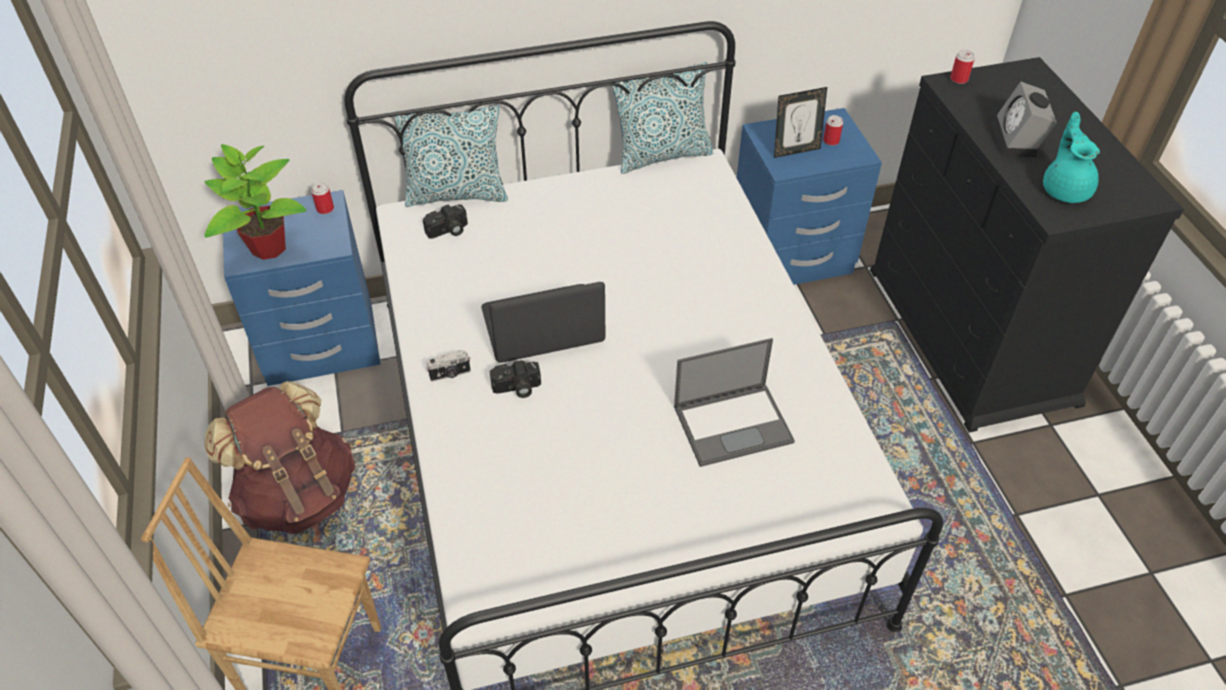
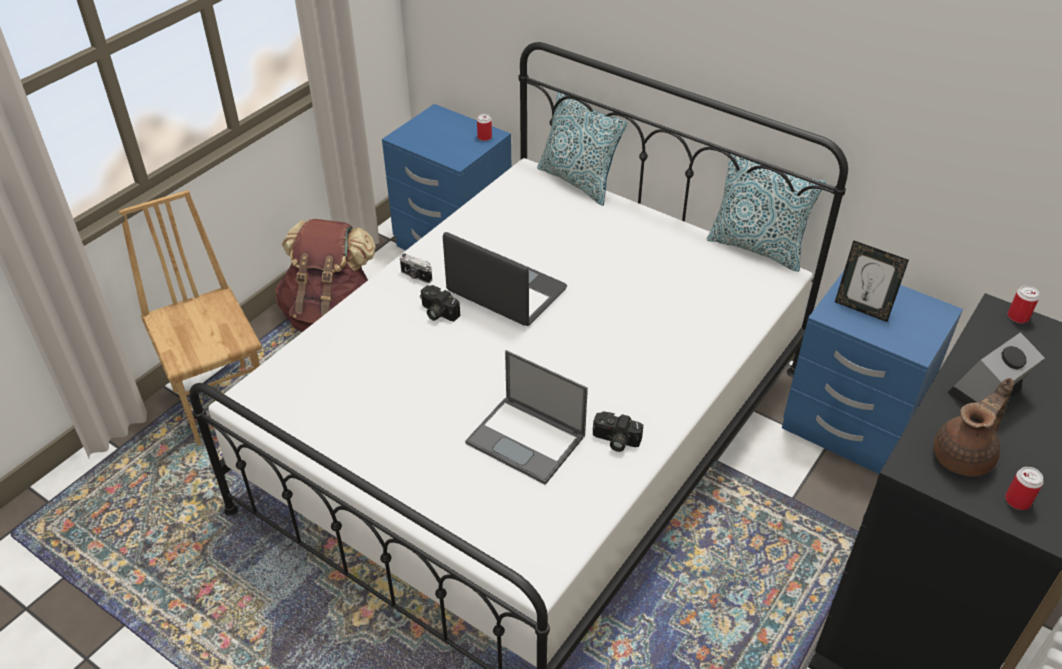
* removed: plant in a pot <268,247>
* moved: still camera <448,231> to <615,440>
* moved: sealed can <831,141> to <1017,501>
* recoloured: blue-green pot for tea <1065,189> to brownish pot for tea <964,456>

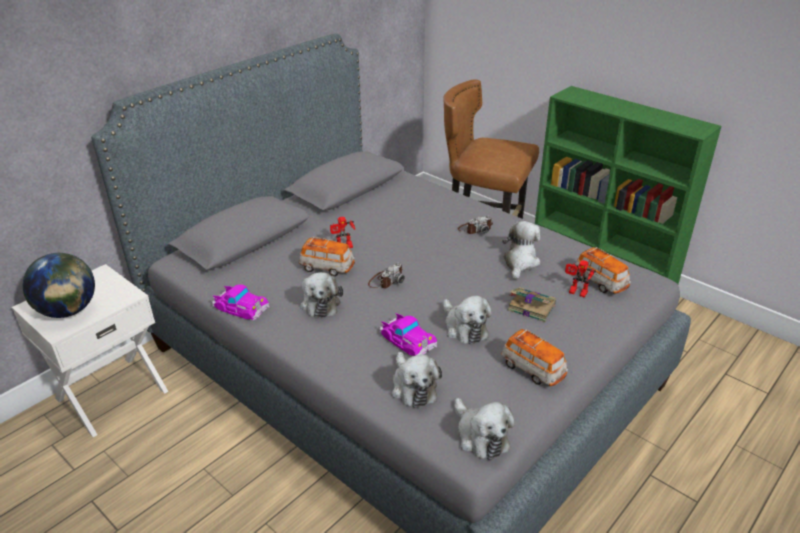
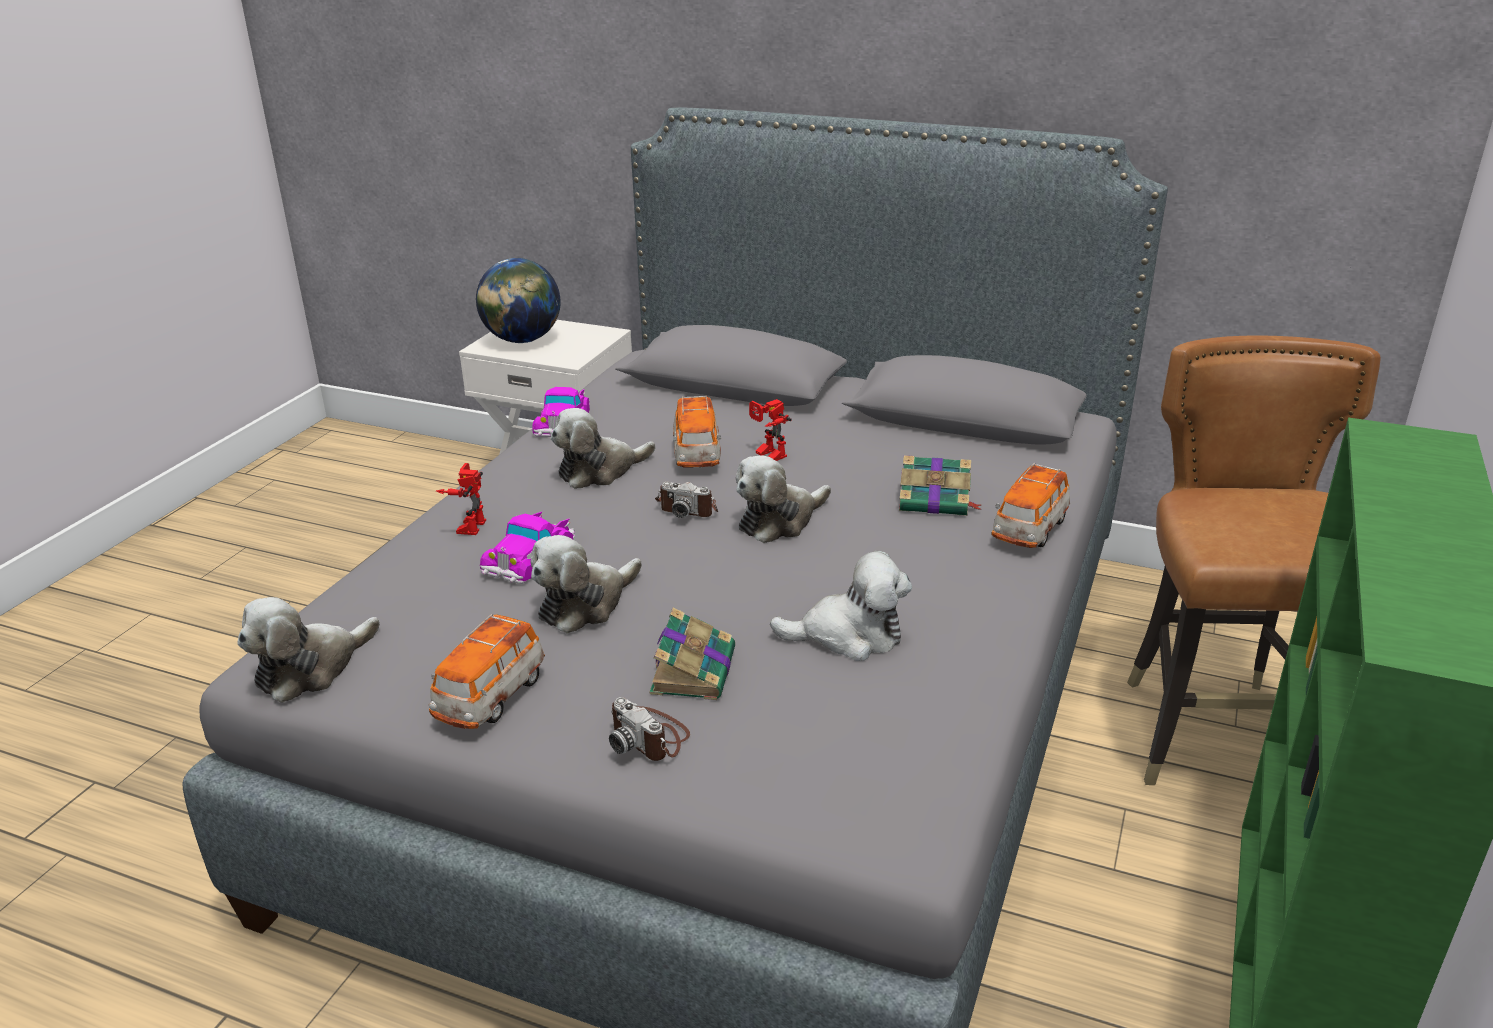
* added: volume <936,501>
* moved: cuddly toy <413,387> to <779,521>
* moved: still camera <475,229> to <650,737>
* moved: model robot <576,293> to <468,525>
* moved: miniature car <600,282> to <1029,530>

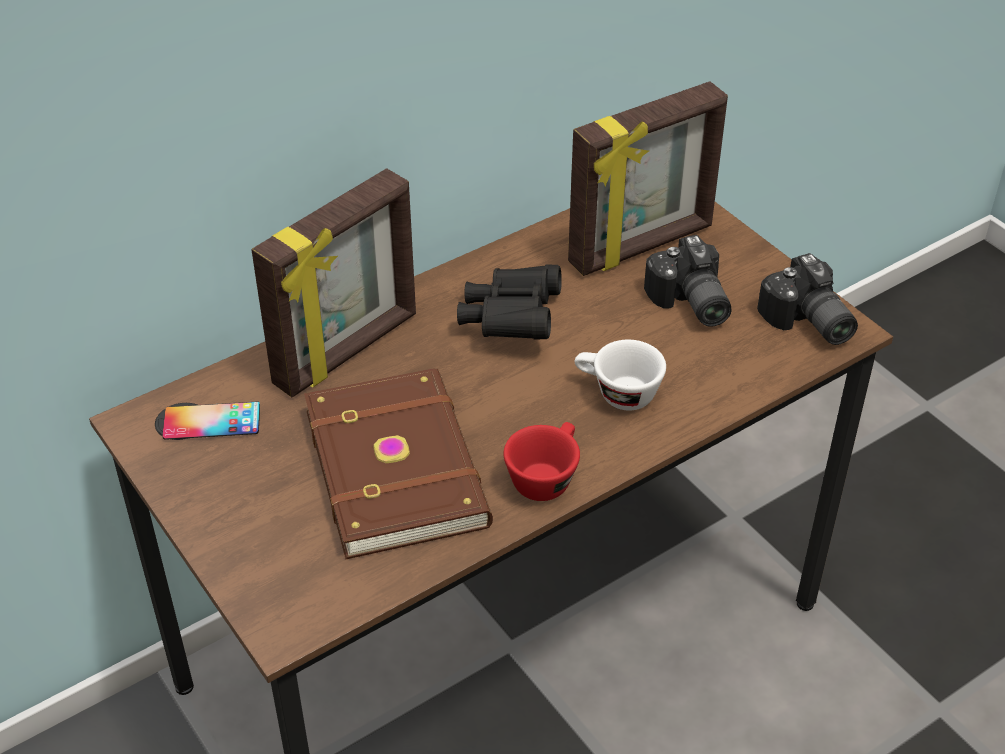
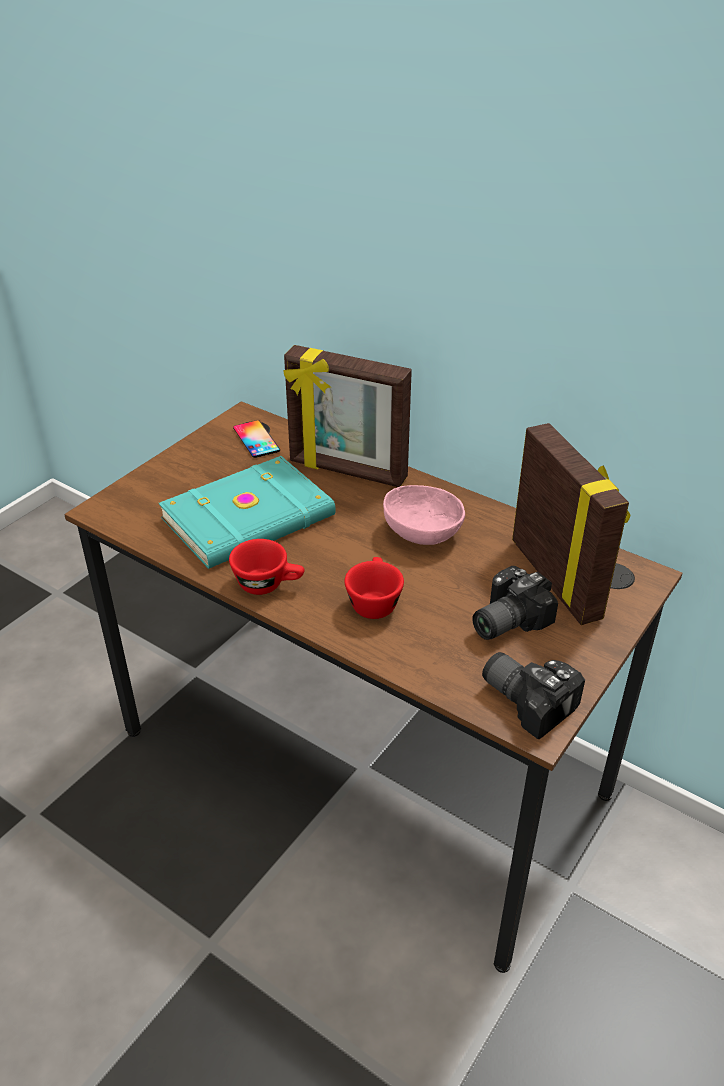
* replaced: black-coloured field glasses <511,320> to pinkish bowl <422,532>
* recoloured: brownish volume <399,466> to blue-green volume <250,518>
* recoloured: white cup <617,393> to reddish cup <373,601>
* turned: picture frame <642,246> = <557,578> 150 degrees counterclockwise
* turned: still camera <807,323> = <529,698> 90 degrees clockwise

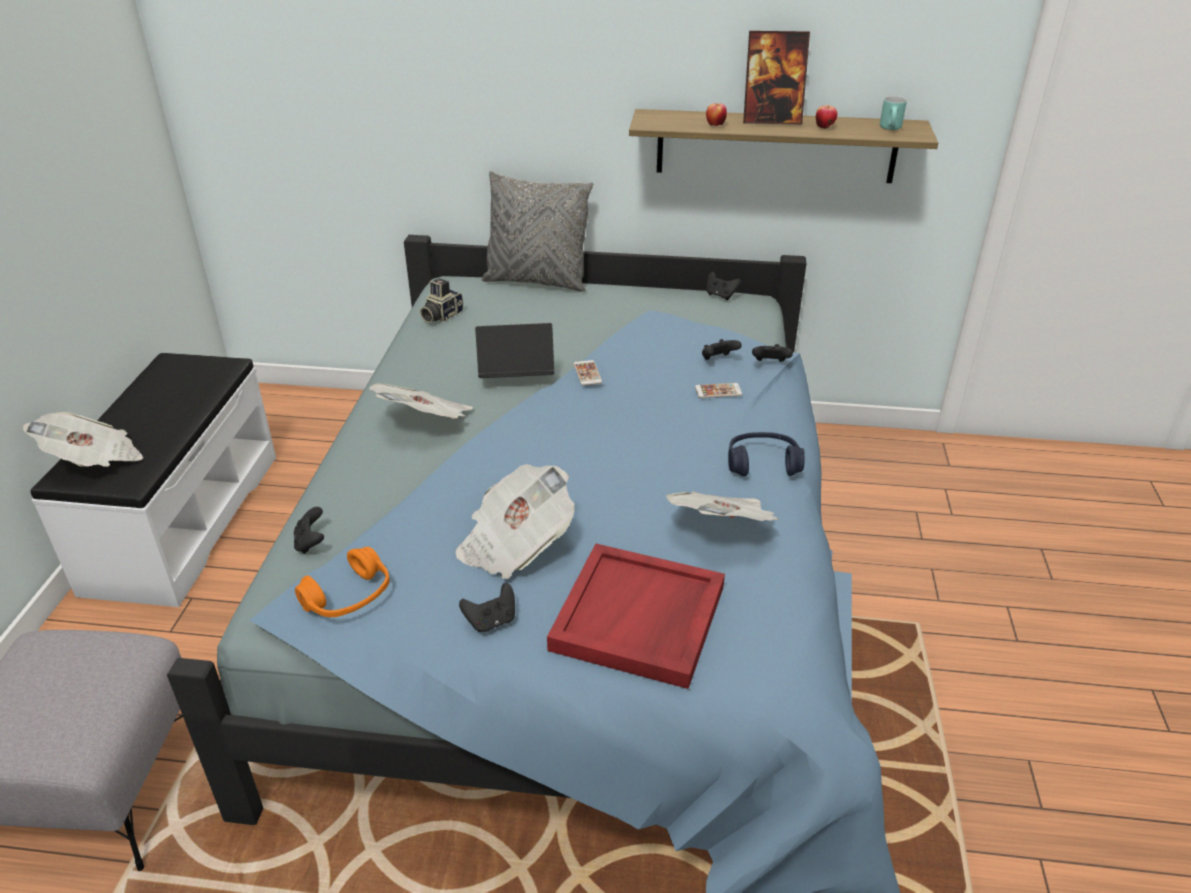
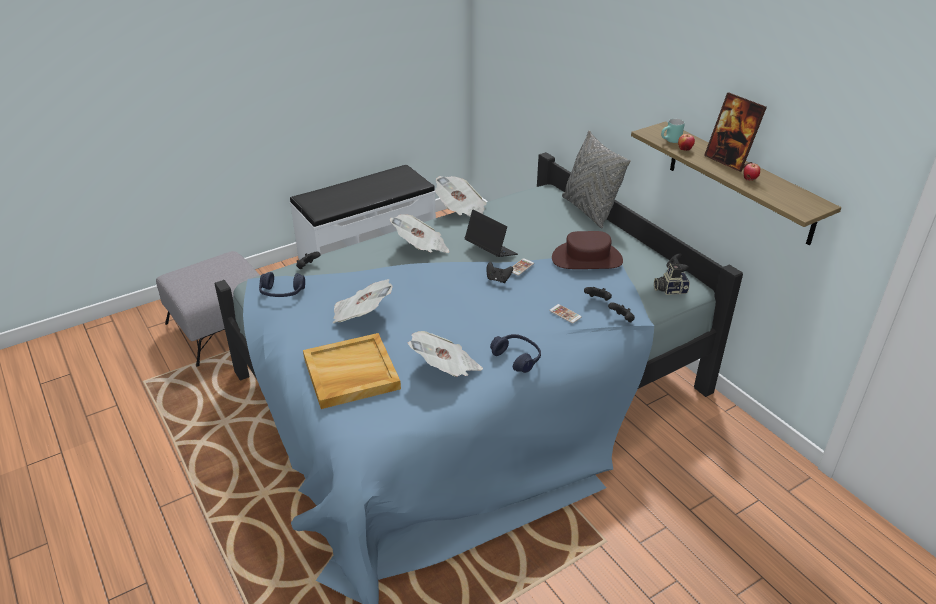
* added: brownish clothing hat <587,259>
* moved: printed paper <94,460> to <461,210>
* moved: still camera <441,315> to <669,289>
* moved: black-coloured gamepad <491,621> to <498,279>
* moved: blue-green tea mug <892,129> to <671,141>
* recoloured: orange-coloured headphones <349,597> to bluish headphones <282,292>
* recoloured: reddish serving tray <639,619> to beige serving tray <350,374>

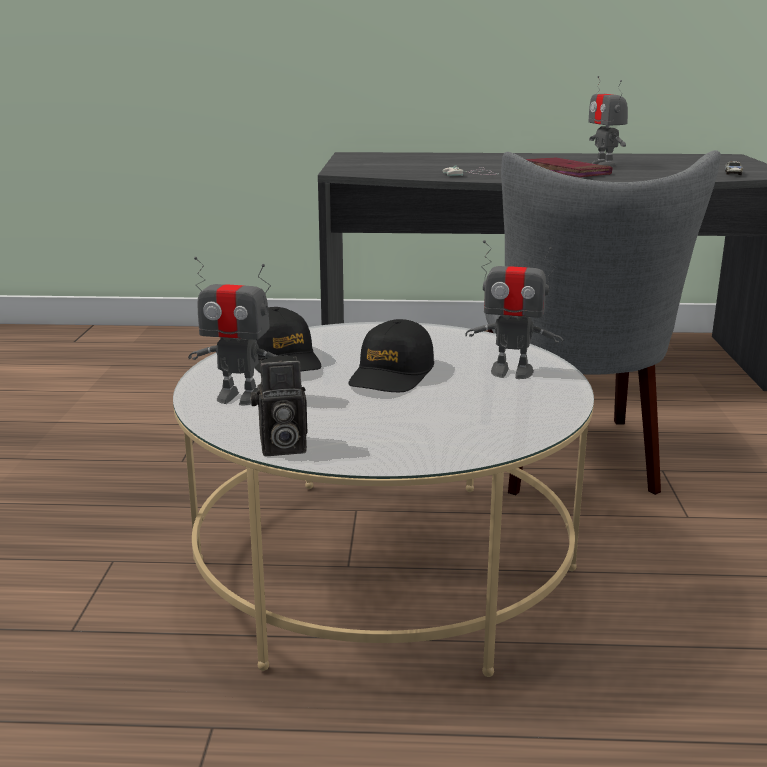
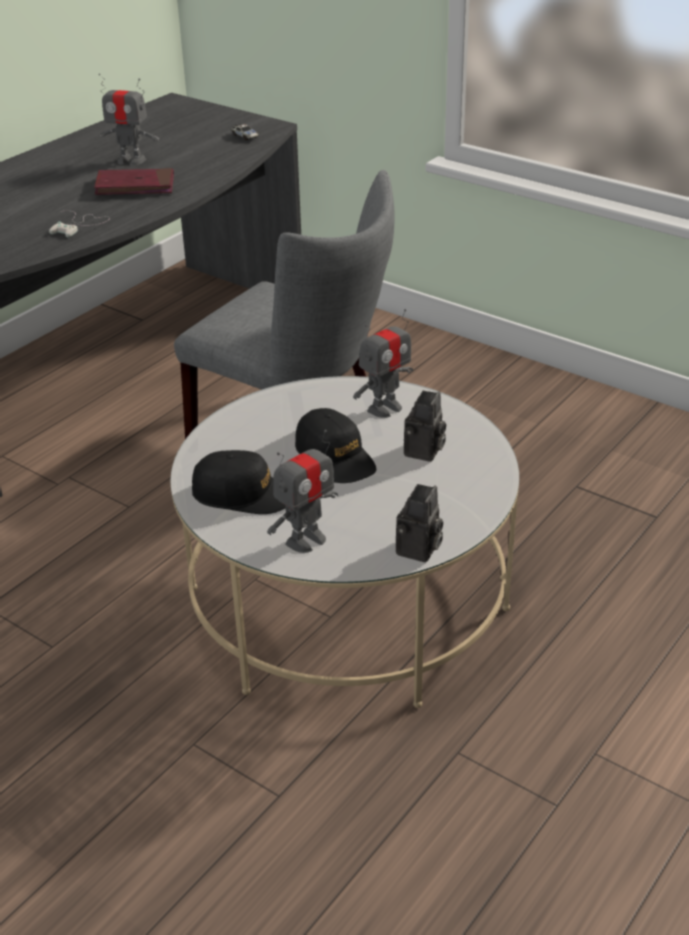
* added: still camera <424,452>

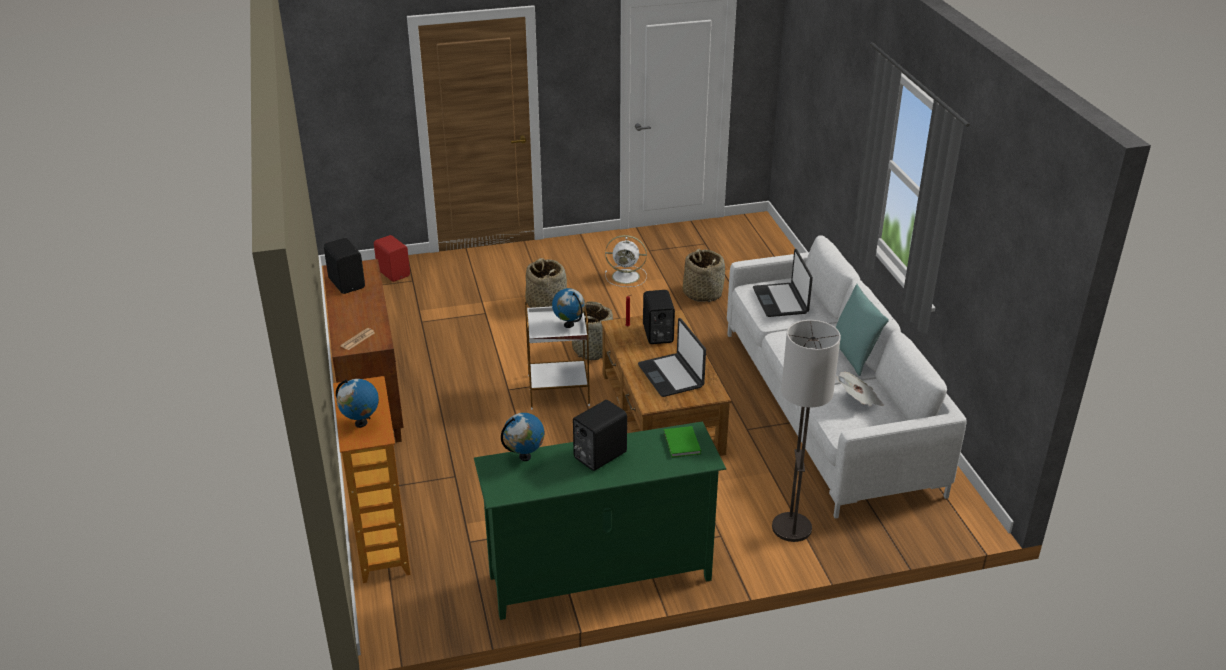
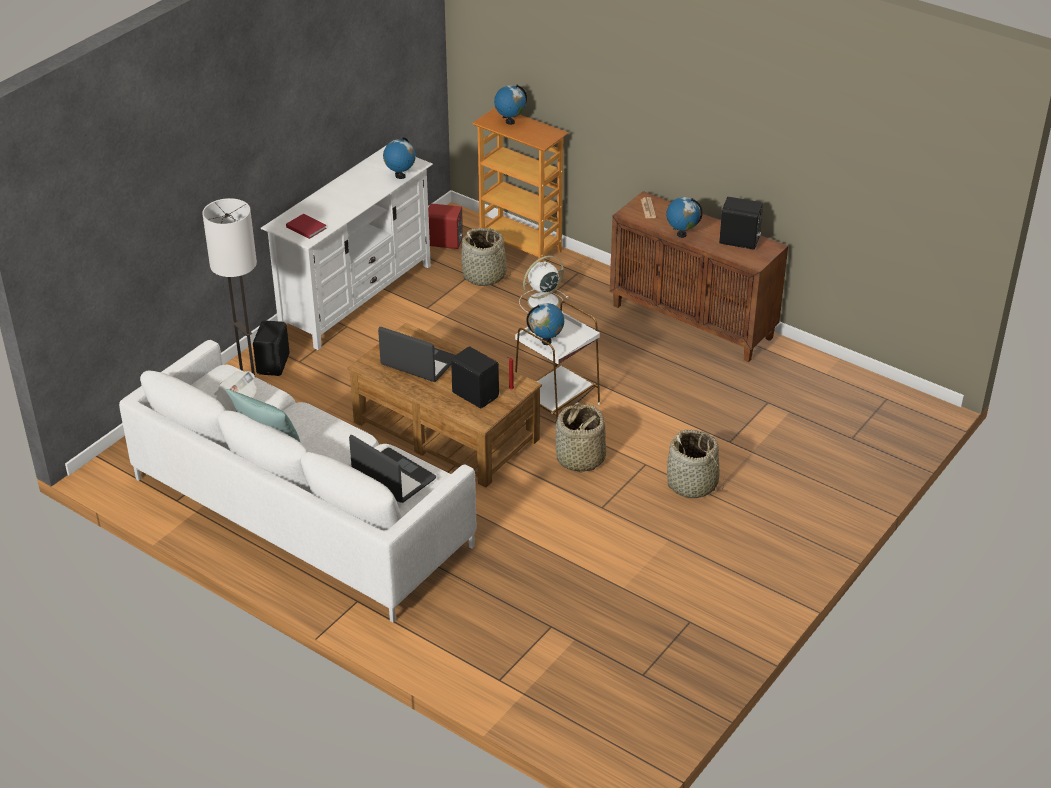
* added: world globe <681,234>
* moved: reddish speaker <394,272> to <445,243>
* moved: black-coloured speaker <598,455> to <274,364>
* moved: white cooling fan <627,276> to <542,302>
* moved: storage basket <702,293> to <484,276>
* recoloured: greenish tv stand <599,578> to white tv stand <356,297>
* recoloured: greenish volume <681,444> to reddish volume <306,227>

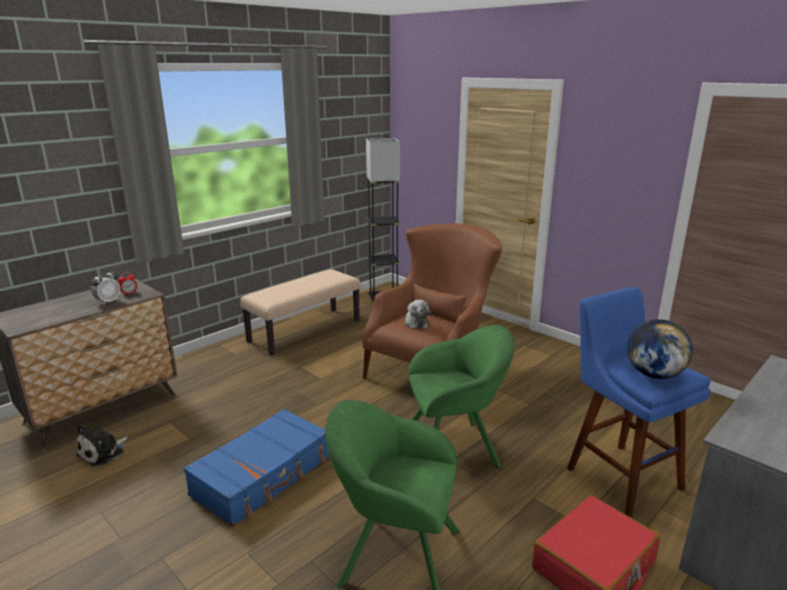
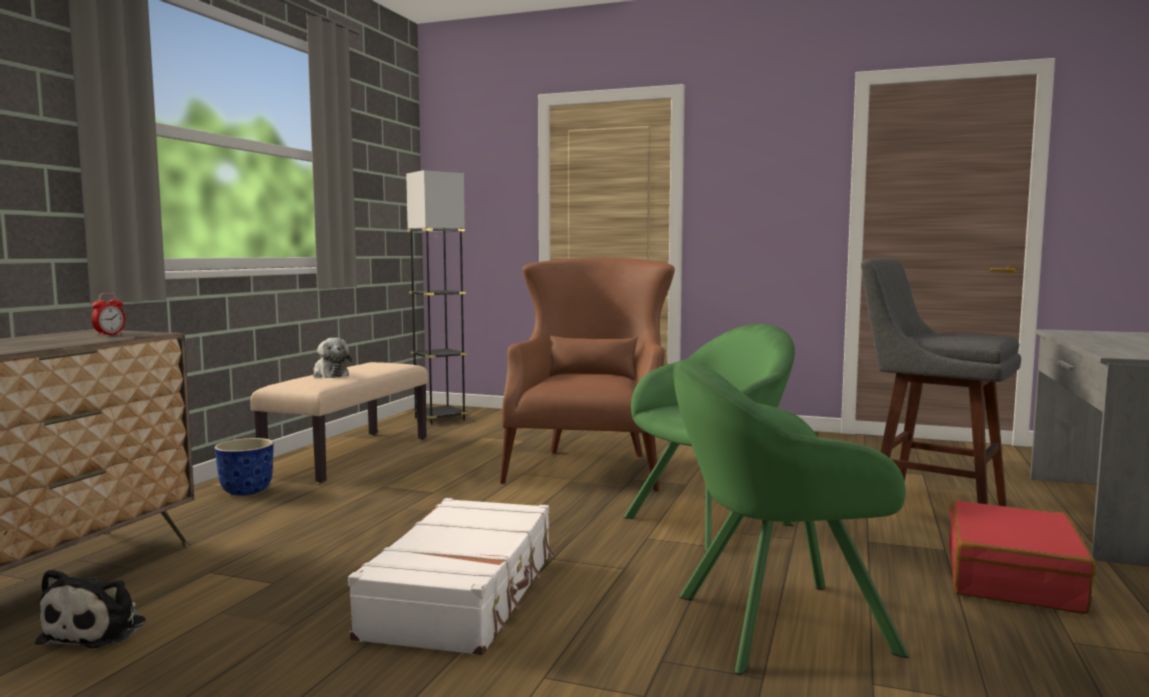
* removed: bedside clock <108,301>
* removed: world globe <654,374>
* added: flower pot <247,491>
* moved: cuddly toy <416,322> to <329,374>
* recoloured: bluish piece of luggage <263,476> to white piece of luggage <464,595>
* recoloured: bluish stool seat <619,475> to grey stool seat <929,507>

